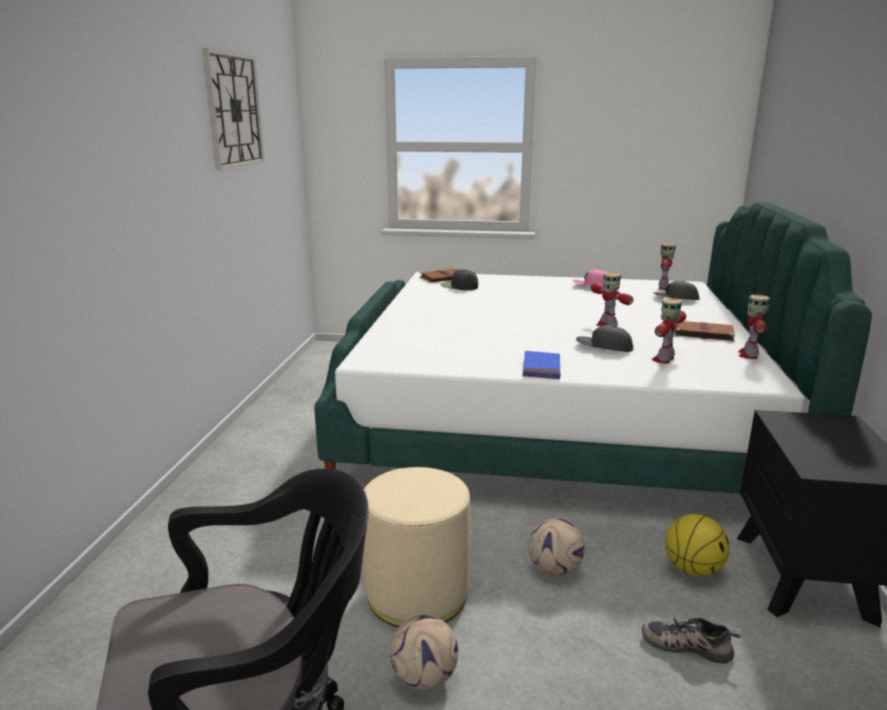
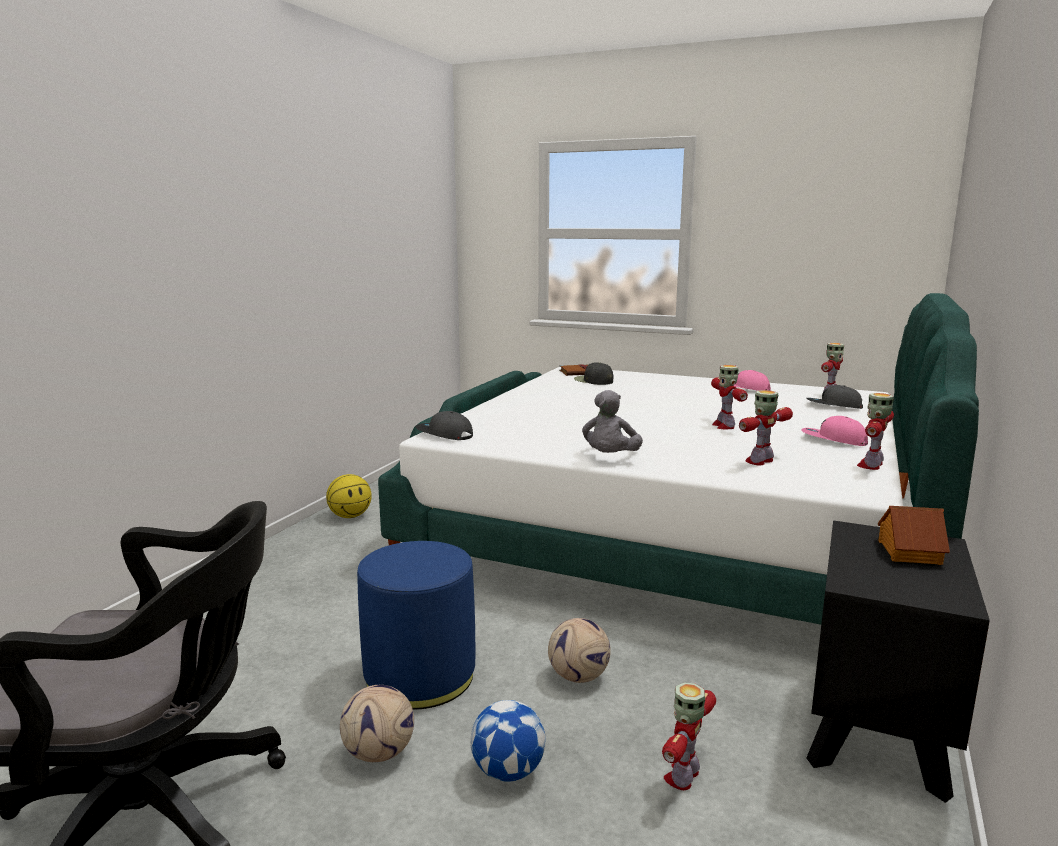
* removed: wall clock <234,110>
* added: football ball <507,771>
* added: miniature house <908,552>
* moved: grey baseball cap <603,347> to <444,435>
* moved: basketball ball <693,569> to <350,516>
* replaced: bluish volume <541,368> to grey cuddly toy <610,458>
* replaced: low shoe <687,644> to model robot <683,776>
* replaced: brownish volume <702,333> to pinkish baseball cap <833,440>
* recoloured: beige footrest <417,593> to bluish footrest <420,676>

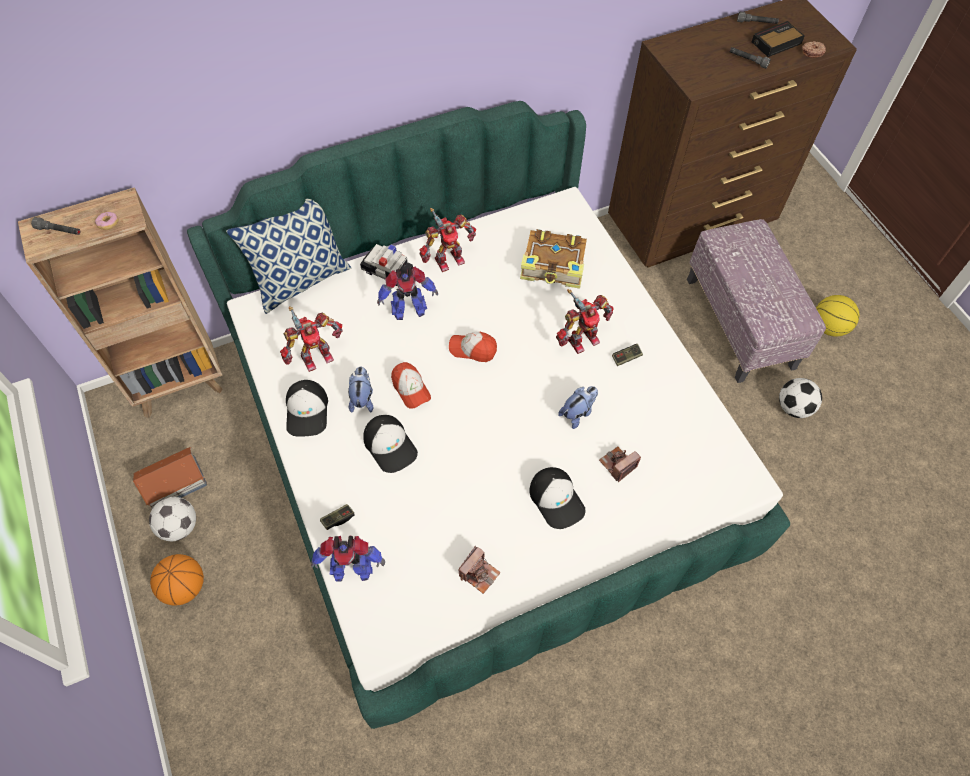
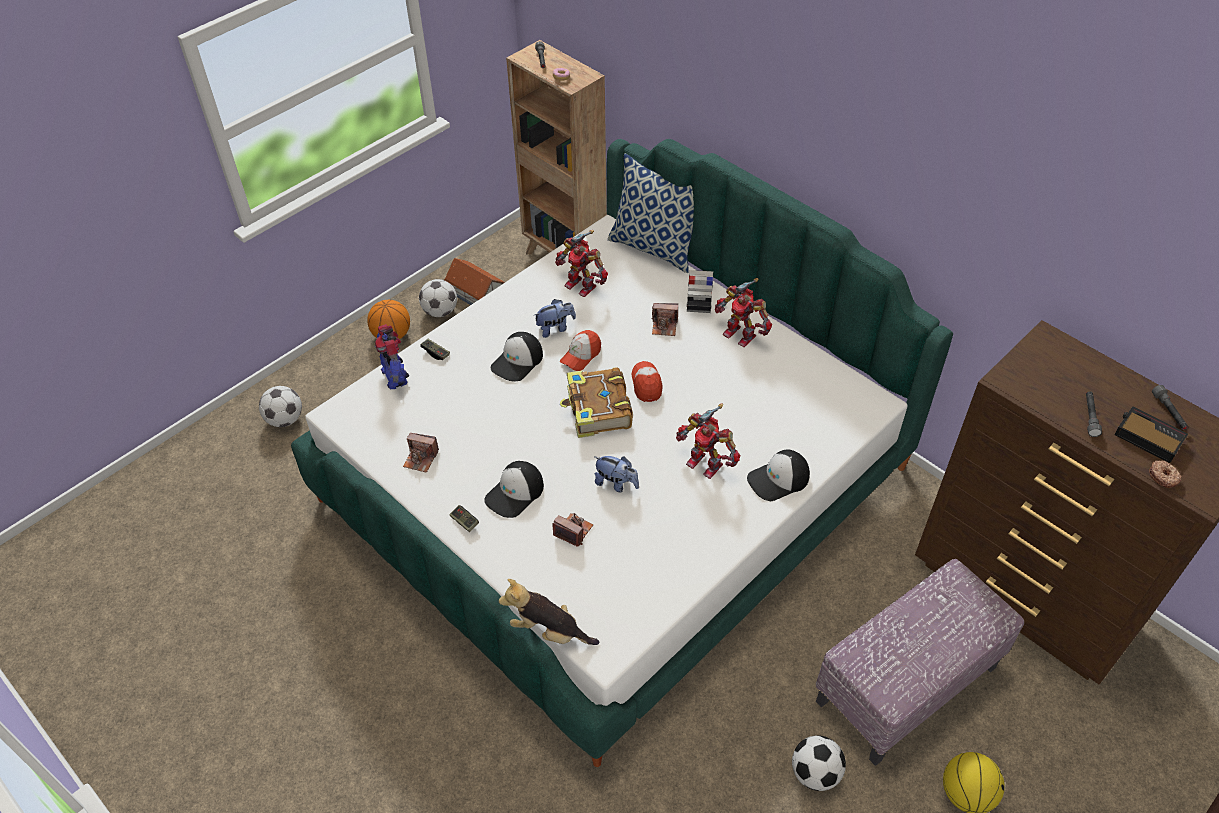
* added: football ball <285,419>
* added: cuddly toy <549,631>
* moved: baseball cap <307,411> to <778,479>
* moved: volume <554,266> to <598,410>
* moved: gamepad <626,357> to <464,522>
* replaced: model robot <408,310> to still camera <664,326>

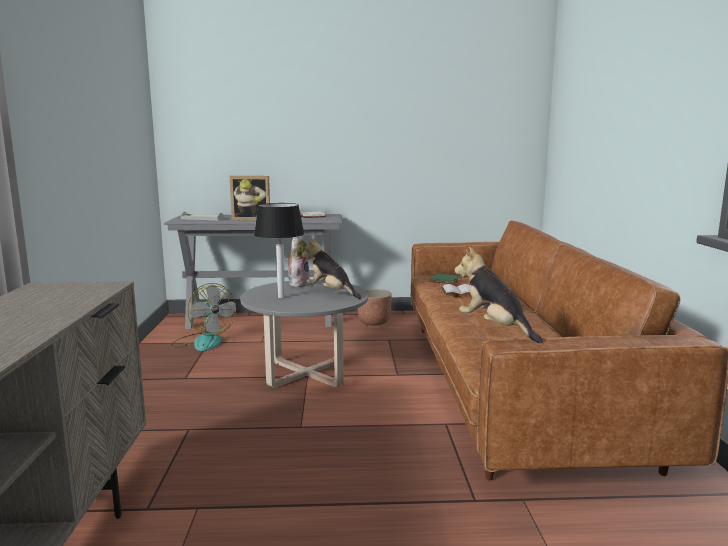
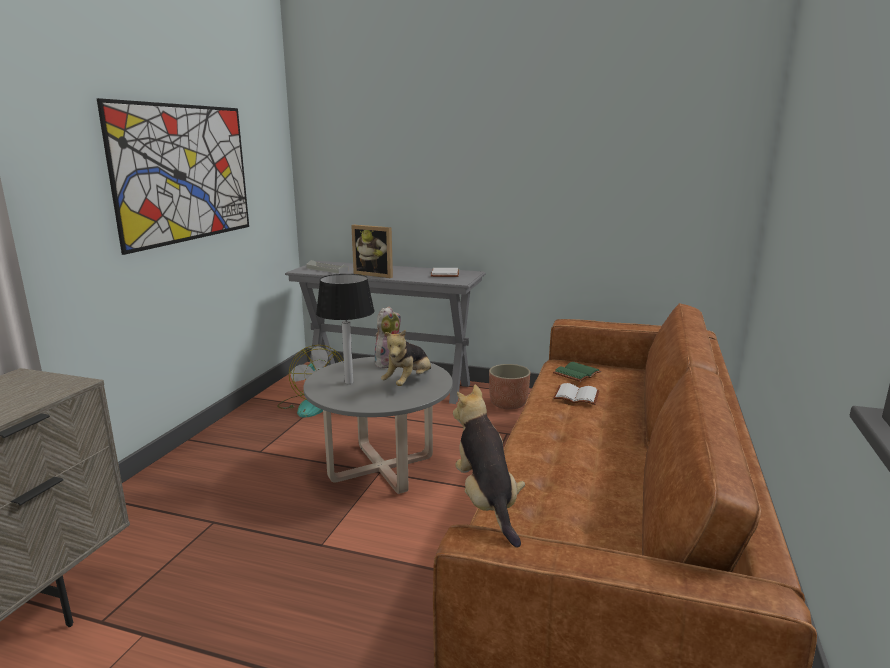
* added: wall art <184,173>
* turned: cuddly toy <331,293> = <408,382> 120 degrees counterclockwise

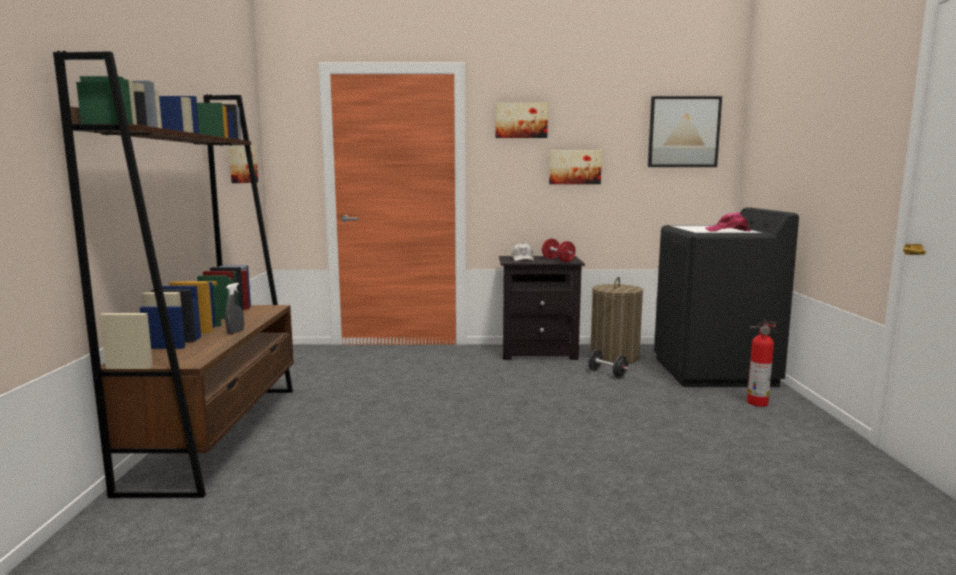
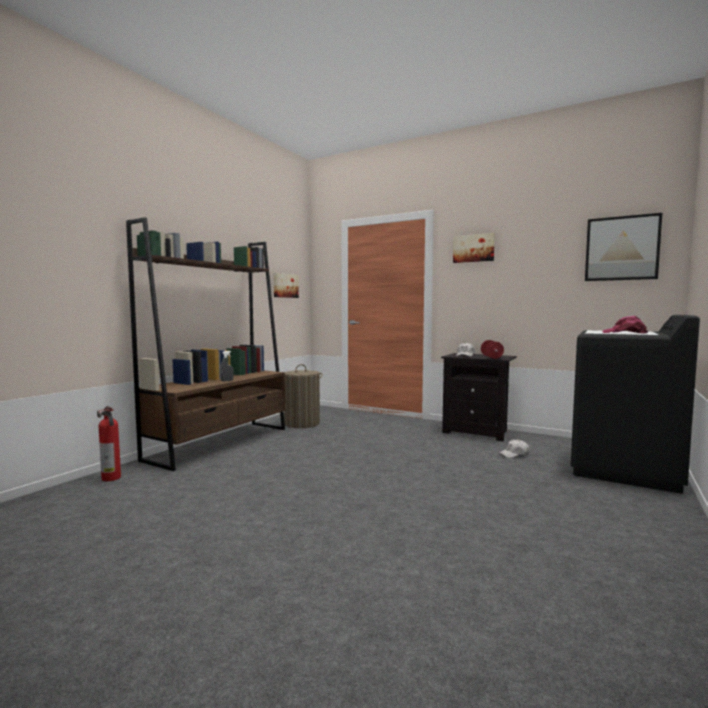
* removed: wall art <574,167>
* moved: washing basket <614,357> to <302,423>
* moved: extinguisher <759,403> to <111,478>
* replaced: black-coloured free weight <607,374> to white baseball cap <514,454>

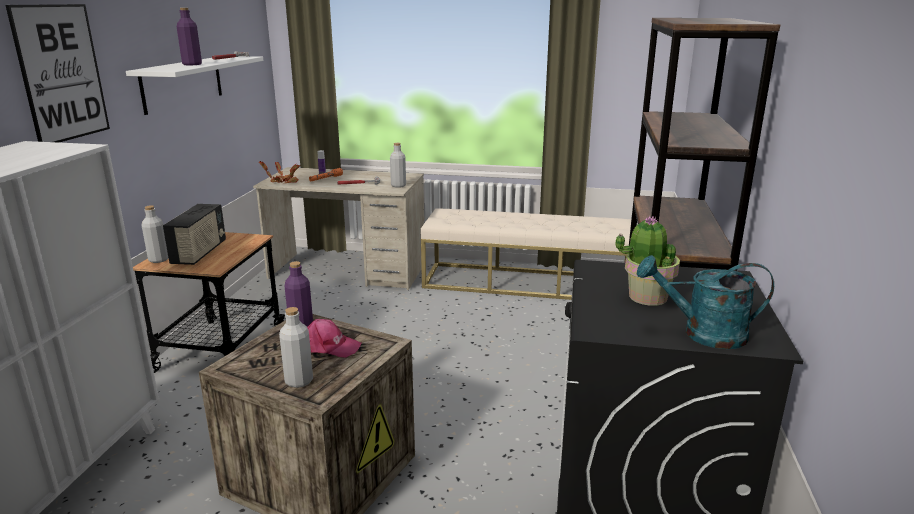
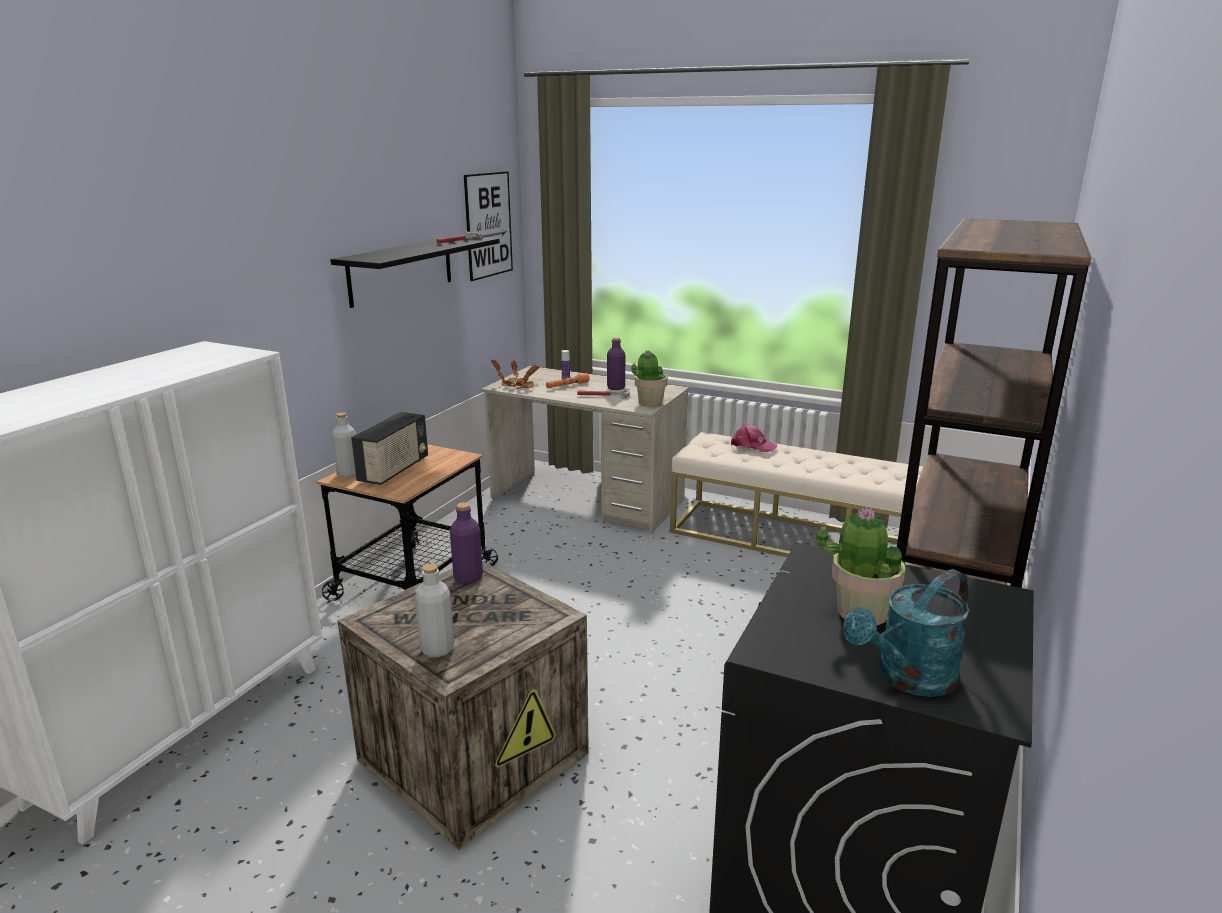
* moved: wall art <61,73> to <488,225>
* moved: purplish beverage bottle <192,64> to <616,388>
* moved: pinkish baseball cap <328,347> to <752,445>
* replaced: grey beverage bottle <398,185> to plant in a pot <650,402>
* recoloured: white shelf <183,83> to black-coloured shelf <401,270>
* turned: blue-green watering pot <703,334> = <908,679> 60 degrees counterclockwise

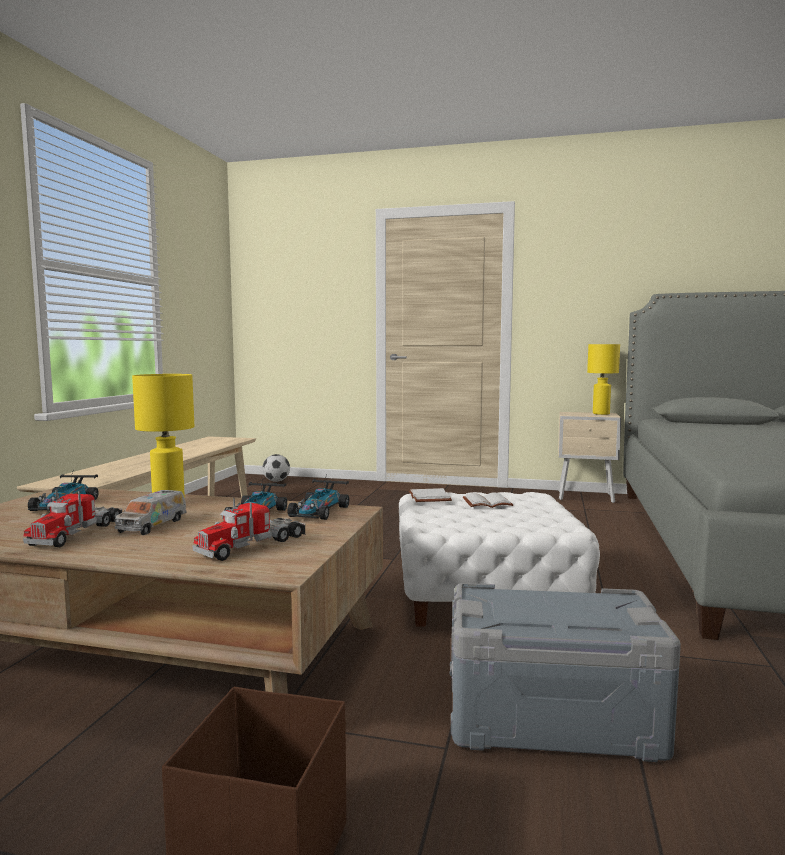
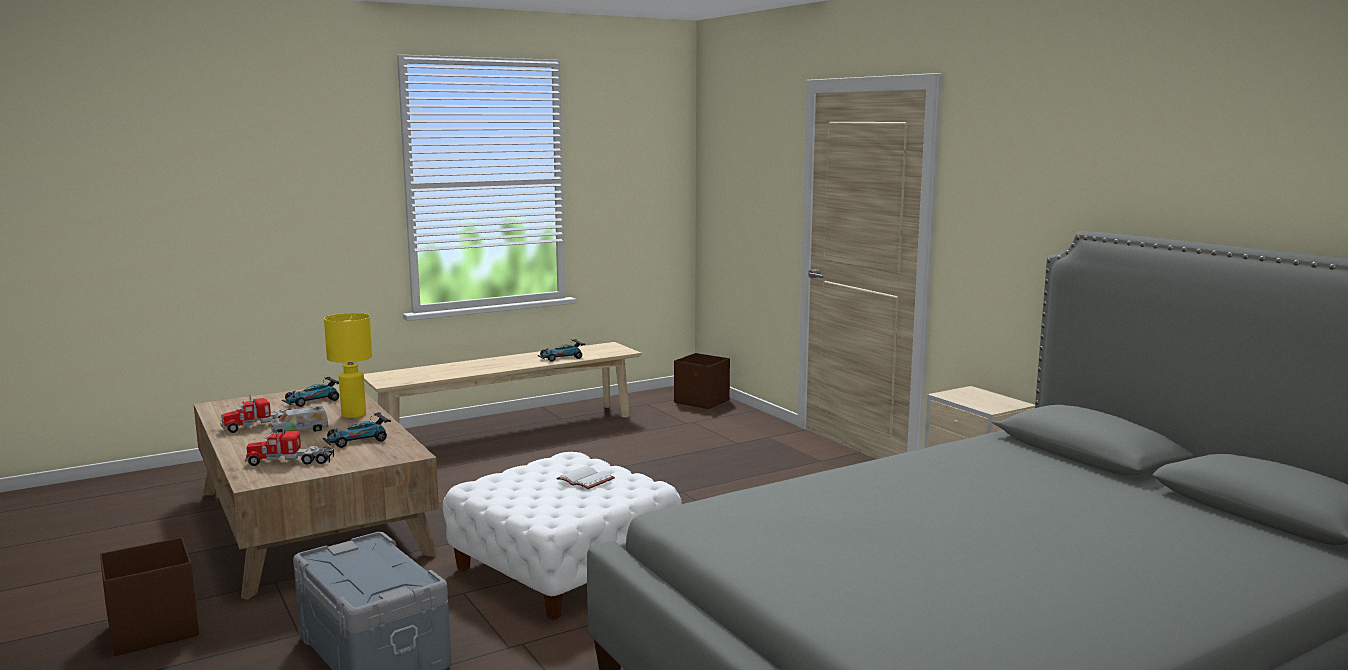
* removed: white volume <428,497>
* removed: yellow-coloured lamp for a table <601,414>
* moved: miniature car <319,511> to <561,357>
* replaced: football ball <276,481> to brownish storage box <702,401>

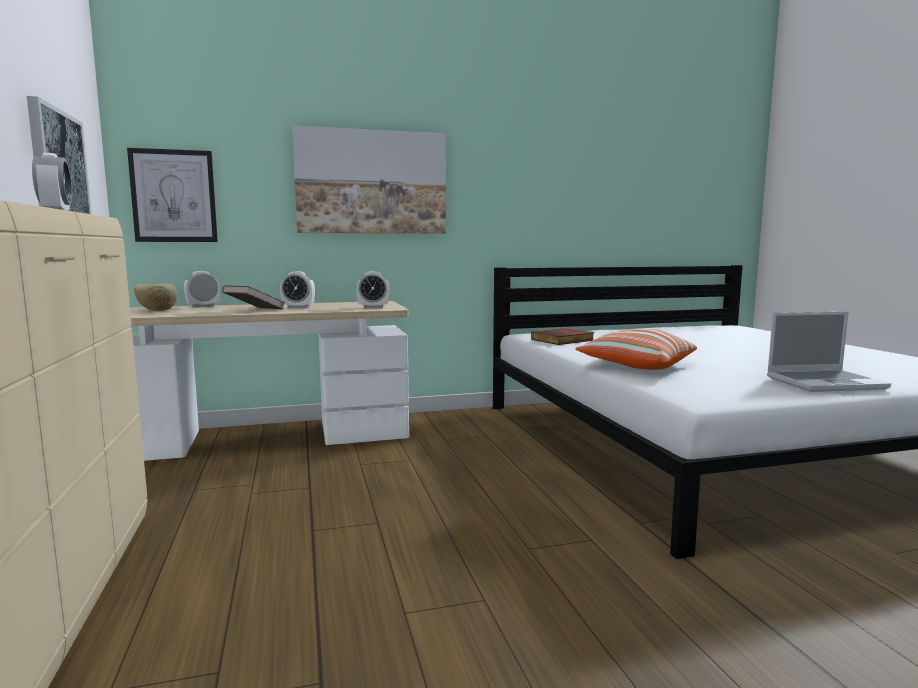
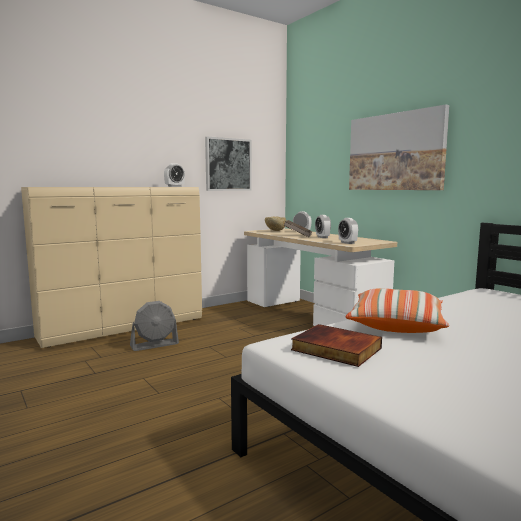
* removed: wall art <174,196>
* removed: laptop <825,383>
* added: grey cooling fan <154,345>
* moved: volume <563,340> to <335,349>

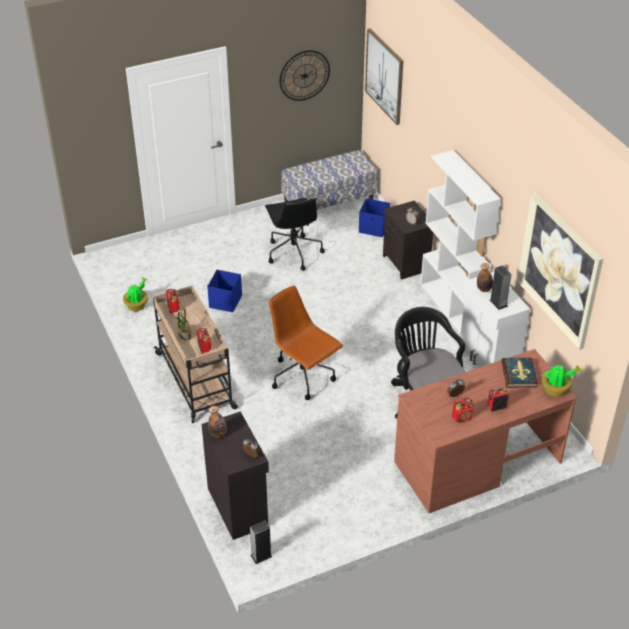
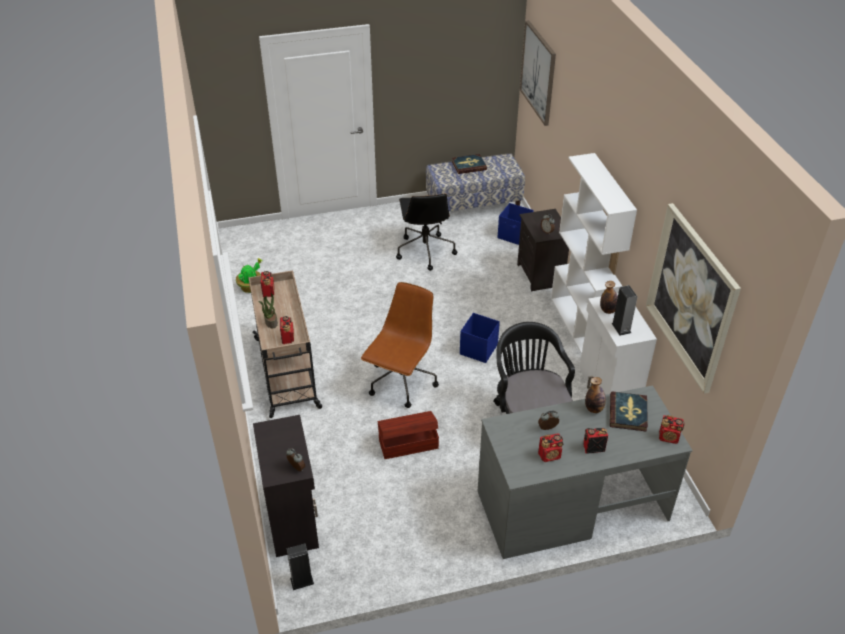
* removed: wall clock <304,75>
* added: brownish storage box <407,443>
* added: volume <469,165>
* moved: bluish storage box <226,301> to <479,349>
* moved: beverage bottle <218,434> to <594,409>
* replaced: plant in a pot <556,390> to radio set <669,438>
* recoloured: brownish desk <477,461> to grey desk <571,505>
* turned: brownish computer chair <303,377> = <401,383> 60 degrees clockwise

